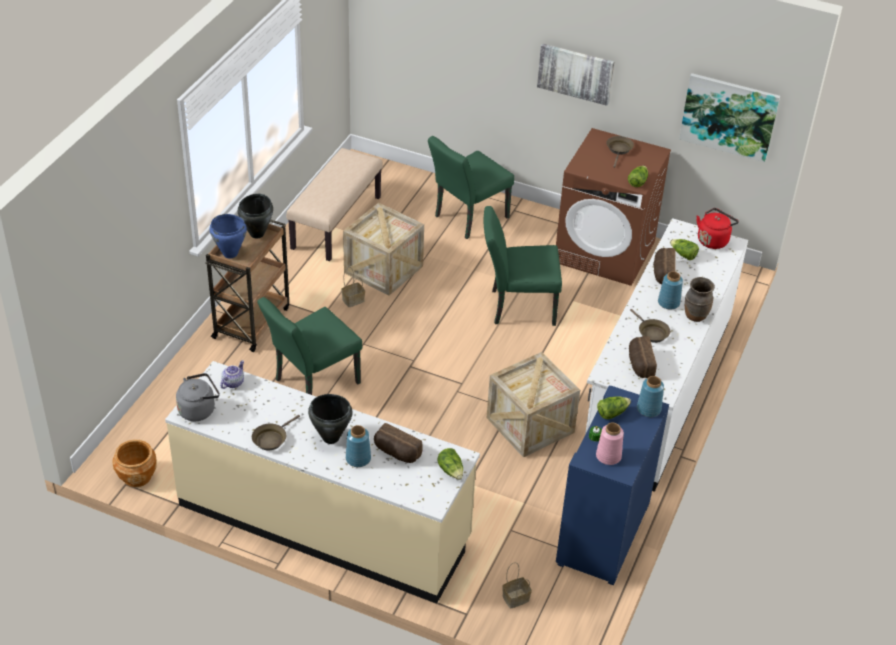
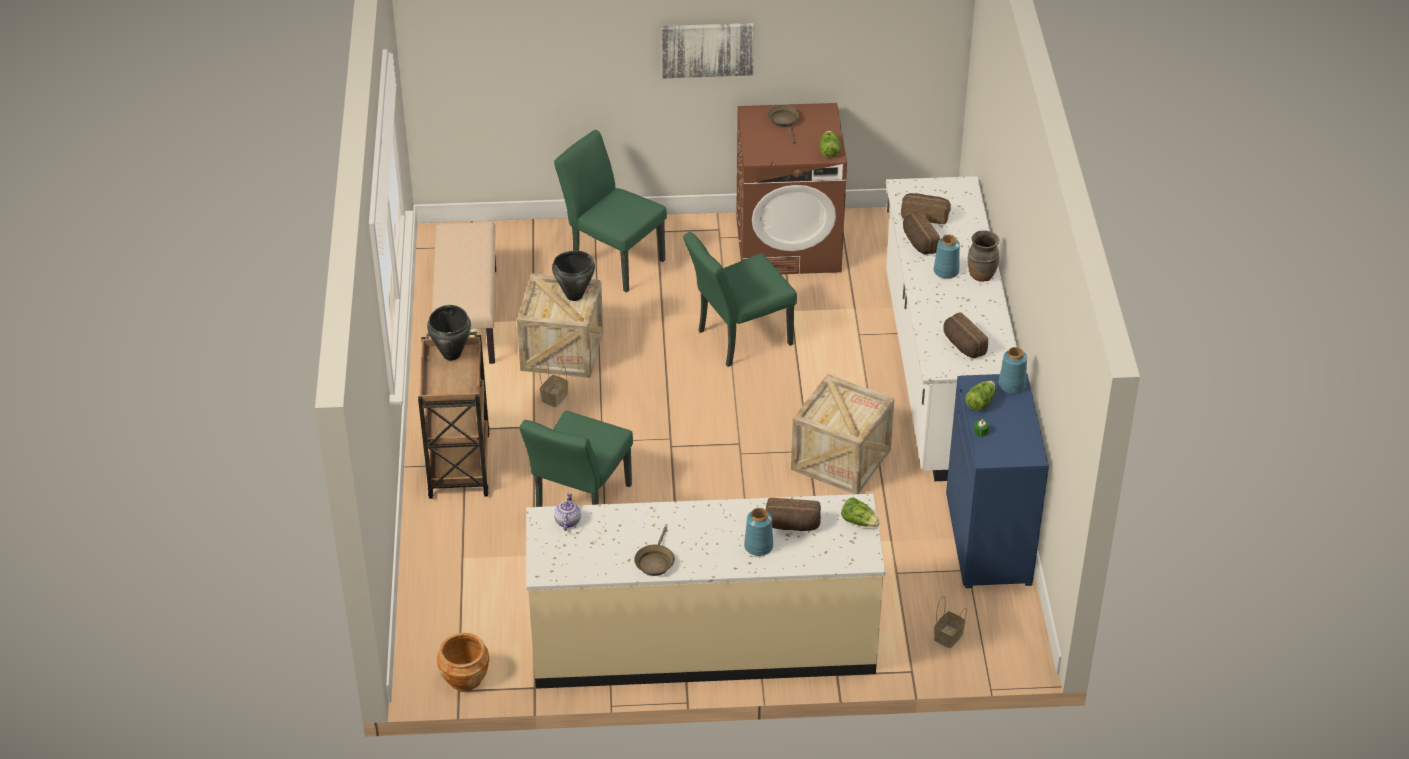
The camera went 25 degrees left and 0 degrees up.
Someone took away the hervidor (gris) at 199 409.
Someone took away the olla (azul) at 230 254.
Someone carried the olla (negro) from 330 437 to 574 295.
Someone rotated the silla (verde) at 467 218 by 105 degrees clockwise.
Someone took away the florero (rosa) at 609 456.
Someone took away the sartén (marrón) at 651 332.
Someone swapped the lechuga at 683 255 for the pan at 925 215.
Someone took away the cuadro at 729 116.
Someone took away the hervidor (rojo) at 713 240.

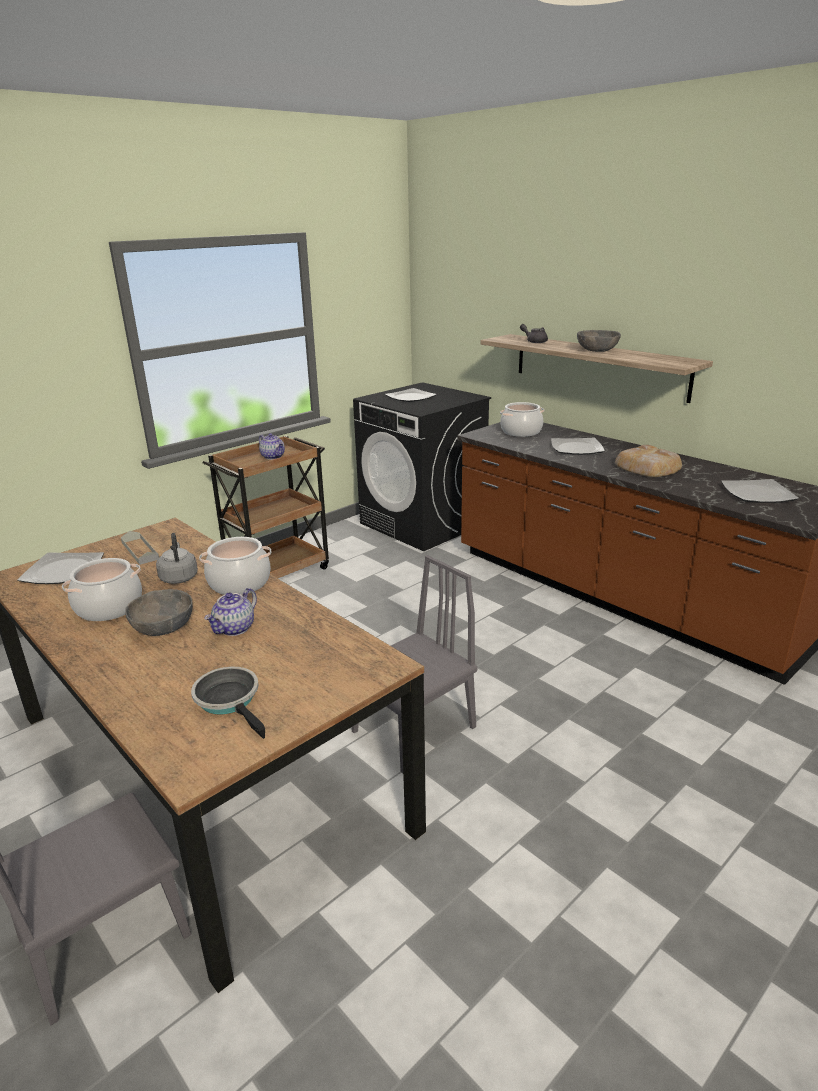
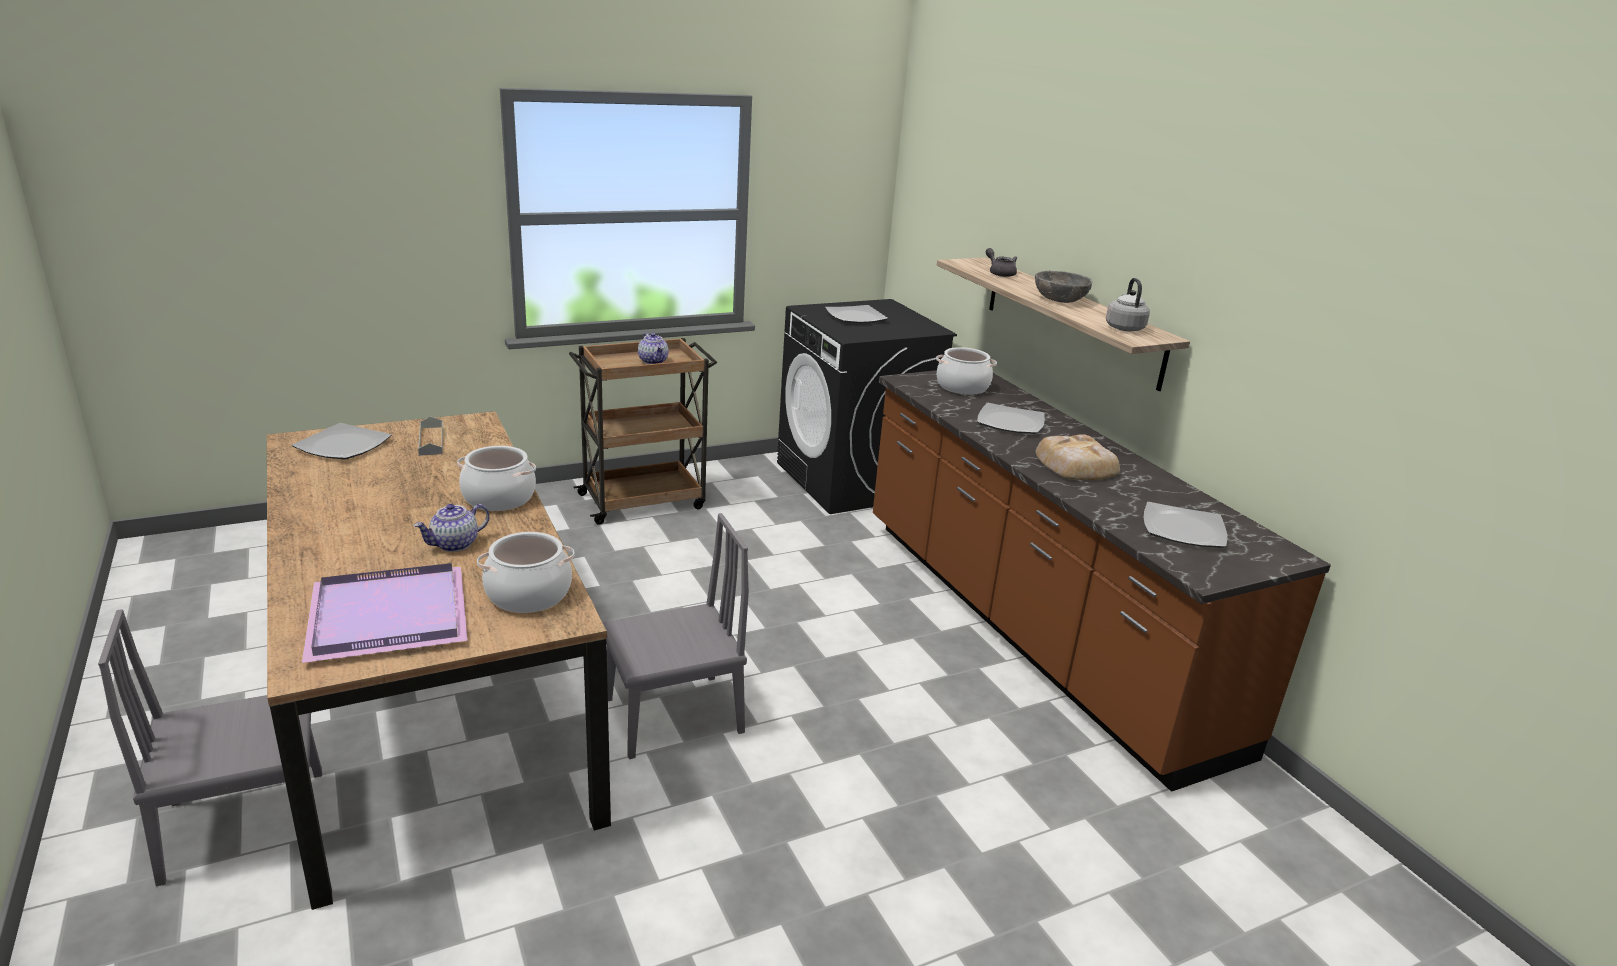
The camera went 15 degrees right and 0 degrees up.
Someone carried the olla from 108 607 to 528 595.
Someone took away the cuenco (gris) at 163 627.
Someone carried the hervidor (gris) from 179 577 to 1124 327.
Someone swapped the sartén at 230 700 for the bandeja (morado) at 391 614.

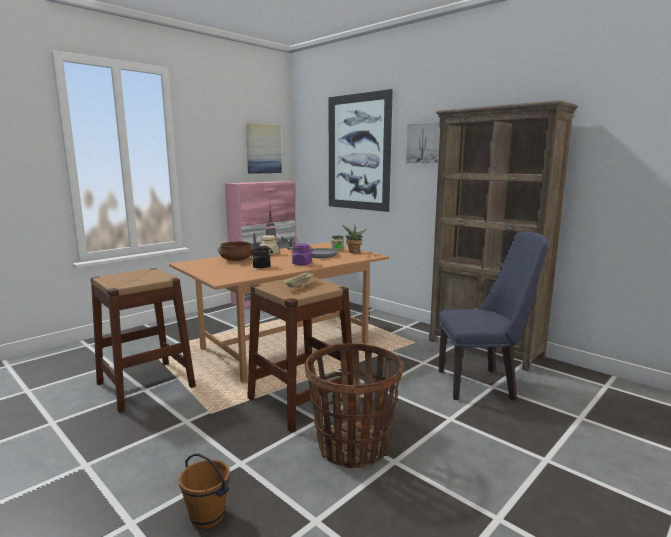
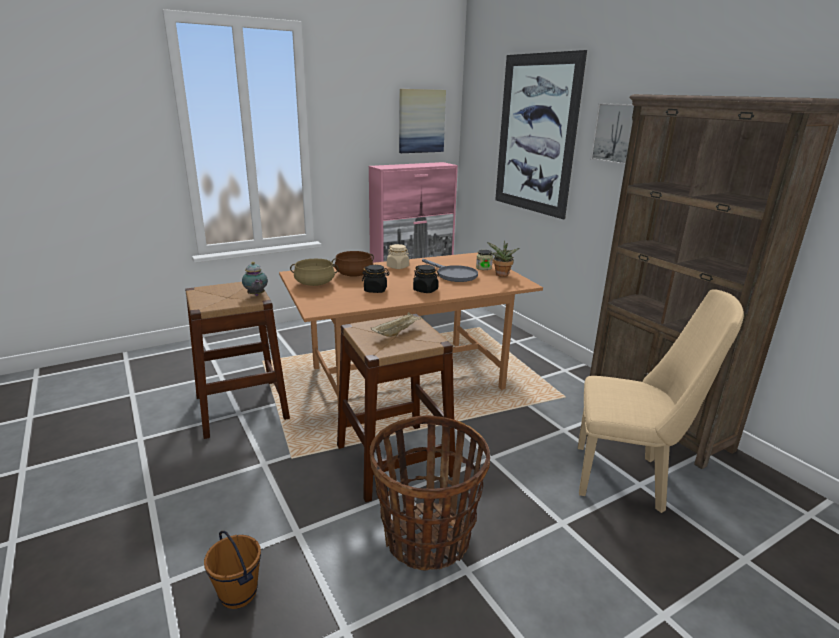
The camera went 15 degrees right and 10 degrees up.
Someone repainted the tarro (morado) at 302 264, which became the tarro (negro) at 425 290.
Someone repainted the silla (azul) at 482 384, which became the silla (beis) at 628 478.
Someone put down the tetera at 256 295.
Someone put down the olla (beis) at 315 283.

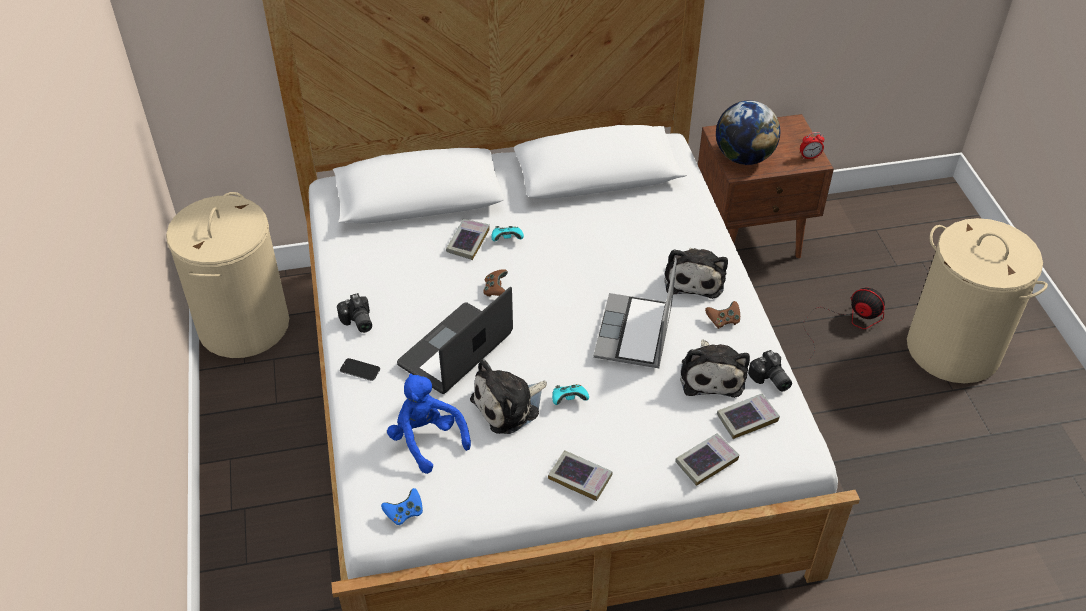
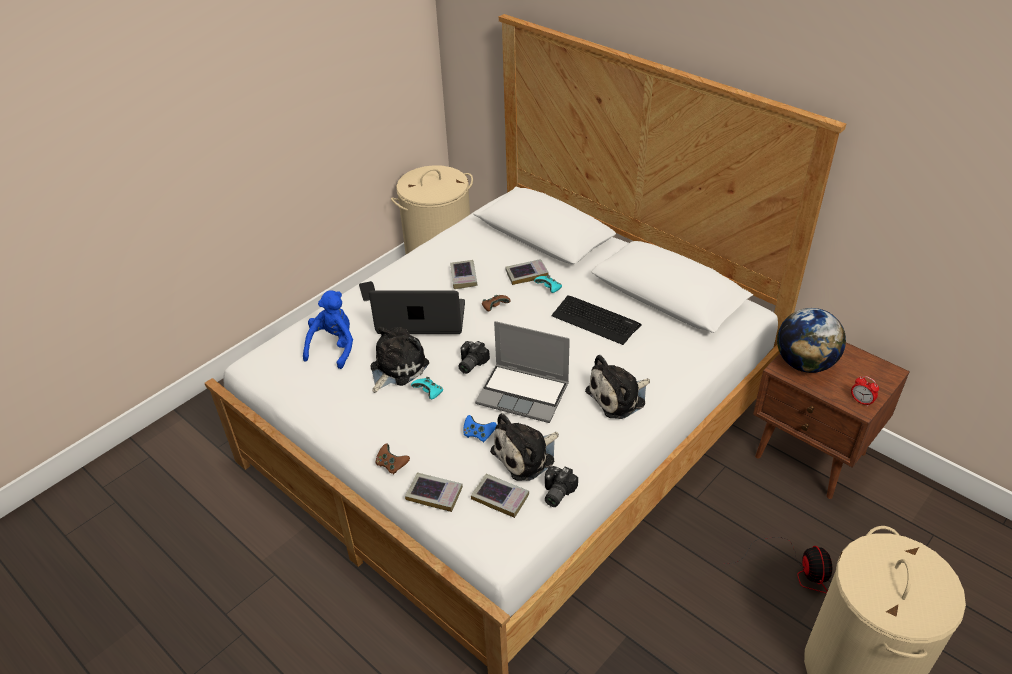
The camera went 55 degrees right and 5 degrees down.
Someone carried the cámara from 357 322 to 470 363.
Someone carried the mando de consola (azul) from 404 513 to 478 434.
Someone rotated the peluche at 509 405 by 105 degrees clockwise.
Someone carried the libro from 580 478 to 463 277.
Someone rotated the portátil at 635 334 by 135 degrees counterclockwise.
Someone carried the mando de consola (marrón) from 723 321 to 392 465.
Someone put down the teclado at 595 320.

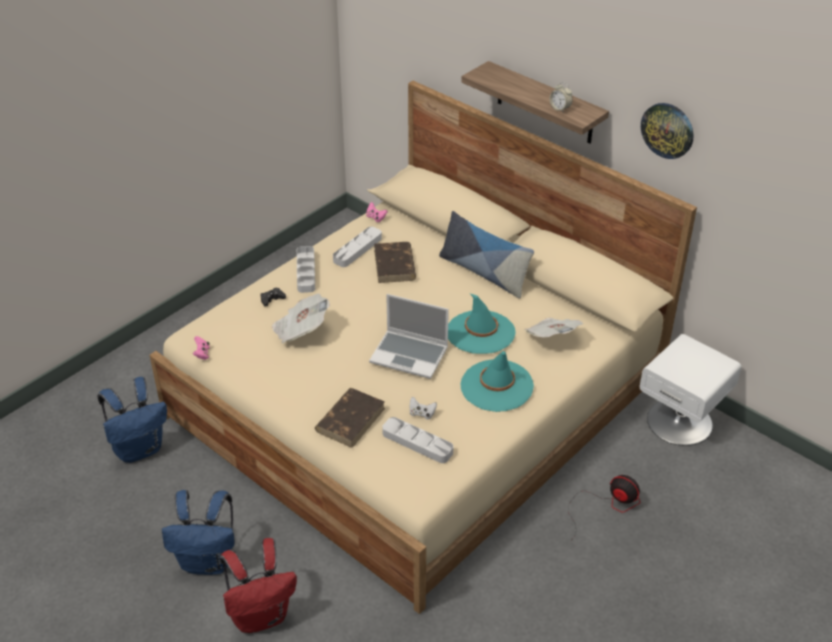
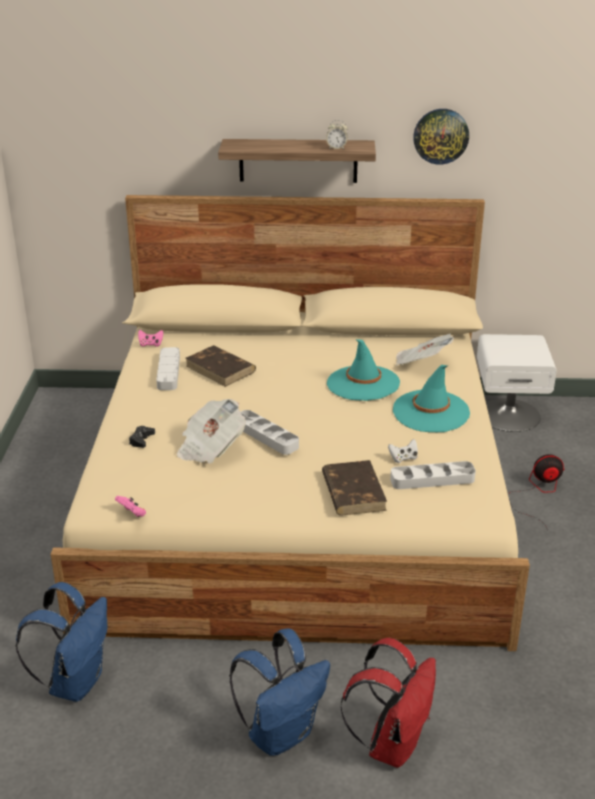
The camera went 40 degrees left and 10 degrees down.
Someone carried the bandeja (gris) from 306 272 to 266 436.
Someone took away the portátil at 410 355.
Someone took away the cojín at 484 273.

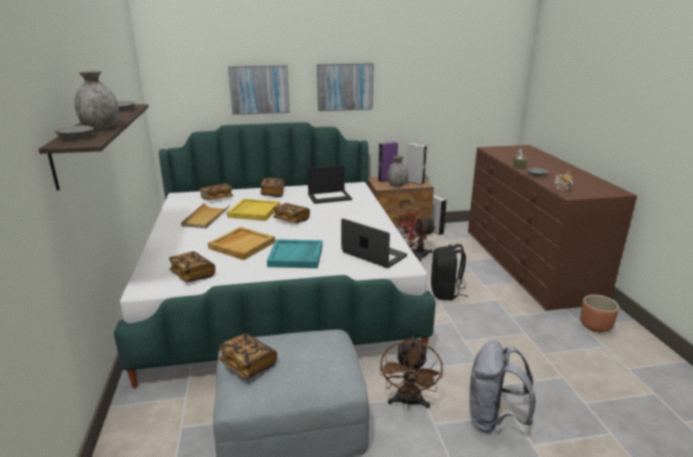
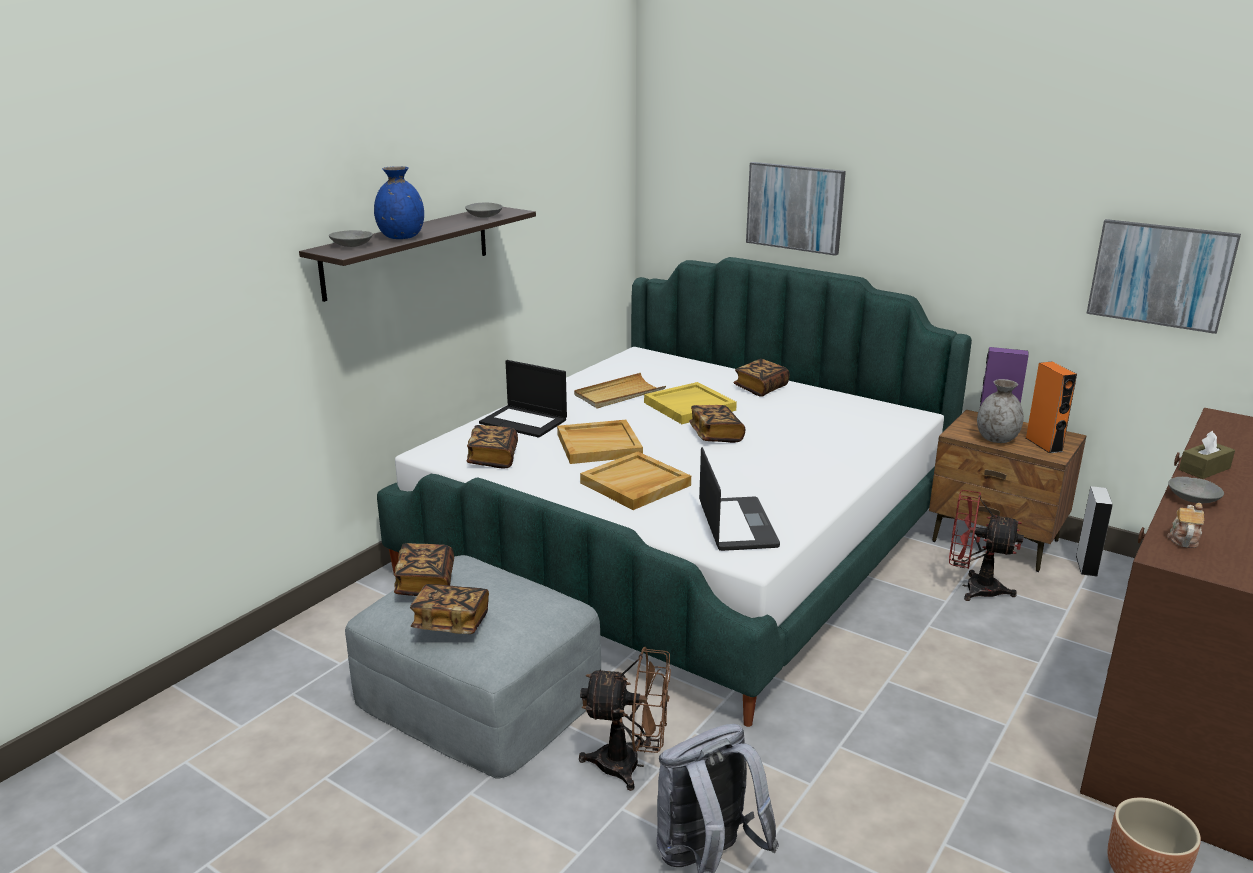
The camera went 45 degrees right and 0 degrees up.
Someone repainted the florero (gris) at 100 128, which became the florero (azul) at 401 237.
Someone carried the libro from 217 198 to 451 623.
Someone repainted the bandeja (turquesa) at 296 256, which became the bandeja (beis) at 635 484.
Someone carried the portátil from 330 197 to 525 421.
Someone carried the cuadro from 345 87 to 1160 274.
Someone rotated the ventilador (marrón) at 408 402 by 135 degrees counterclockwise.
Someone repainted the altavoz (gris) at 414 182, which became the altavoz (naranja) at 1043 444.
Someone took away the mochila (negro) at 445 292.

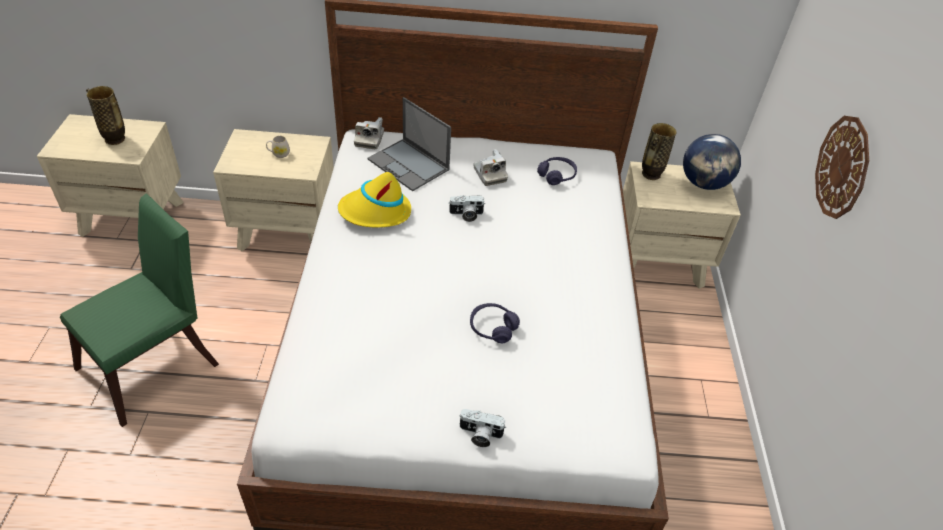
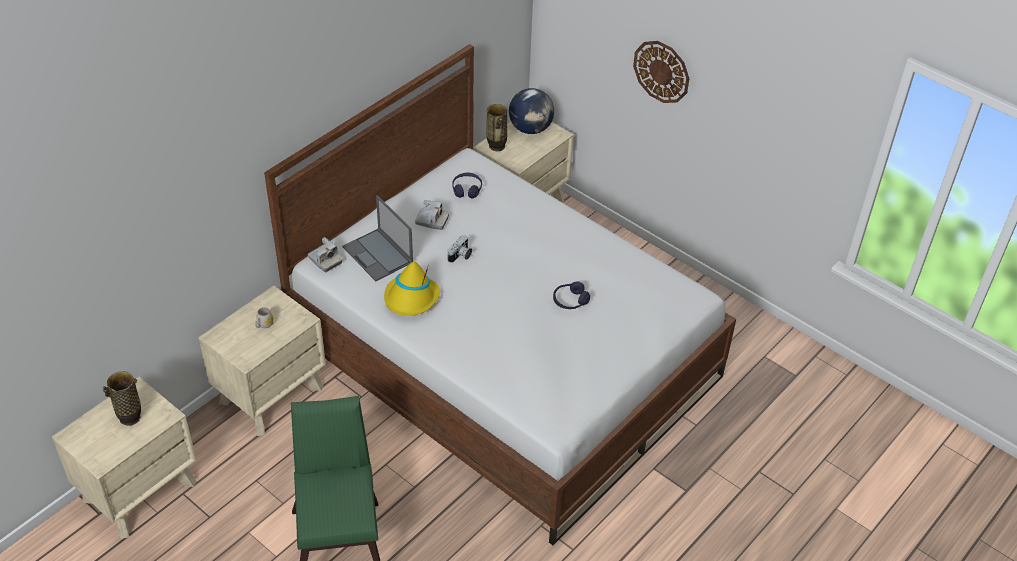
The camera went 50 degrees left and 0 degrees up.
Someone rotated the portátil at 409 165 by 60 degrees clockwise.
Someone took away the cámara at 479 435.

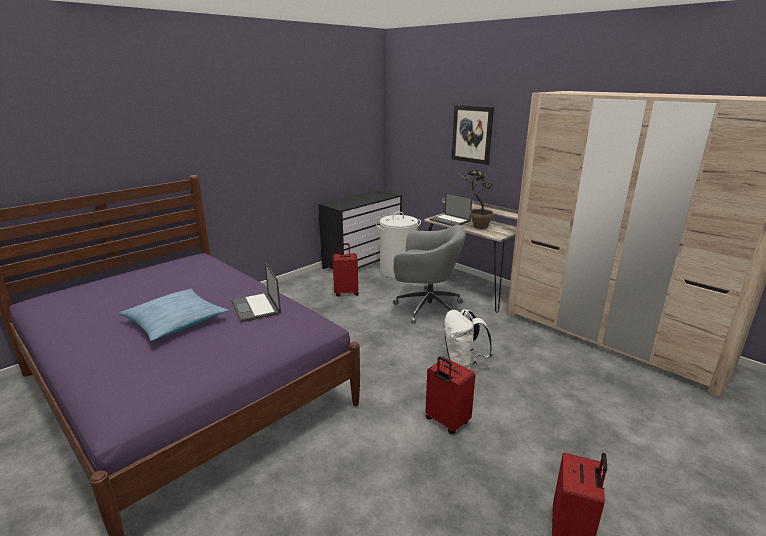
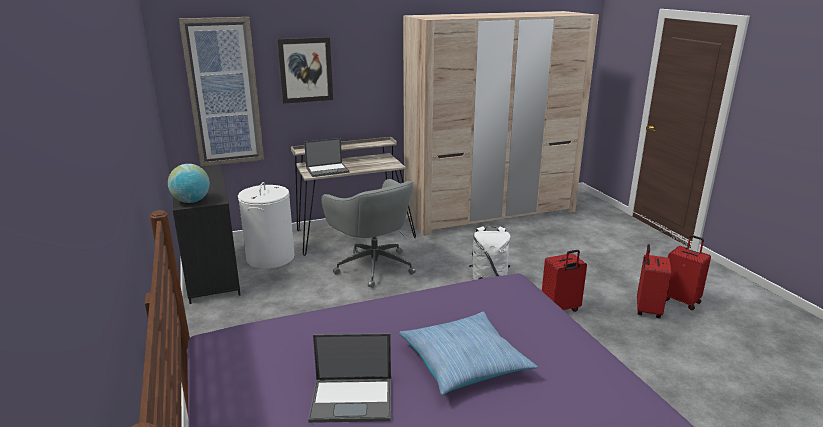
The camera went 65 degrees left and 0 degrees up.
Someone carried the portátil from 256 307 to 353 399.
Someone carried the maleta (rojo) from 346 292 to 647 310.
Someone rotated the silla de oficina (gris) at 426 308 by 105 degrees clockwise.
Someone took away the planta en maceta at 476 227.
Someone put down the globo terráqueo at 191 201.
Someone put up the cuadro at 224 93.

